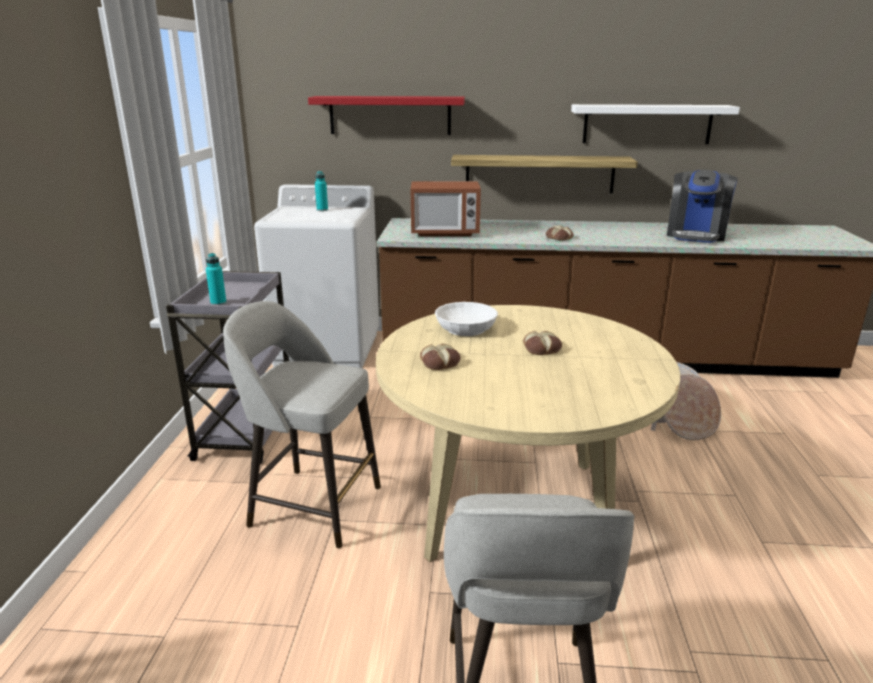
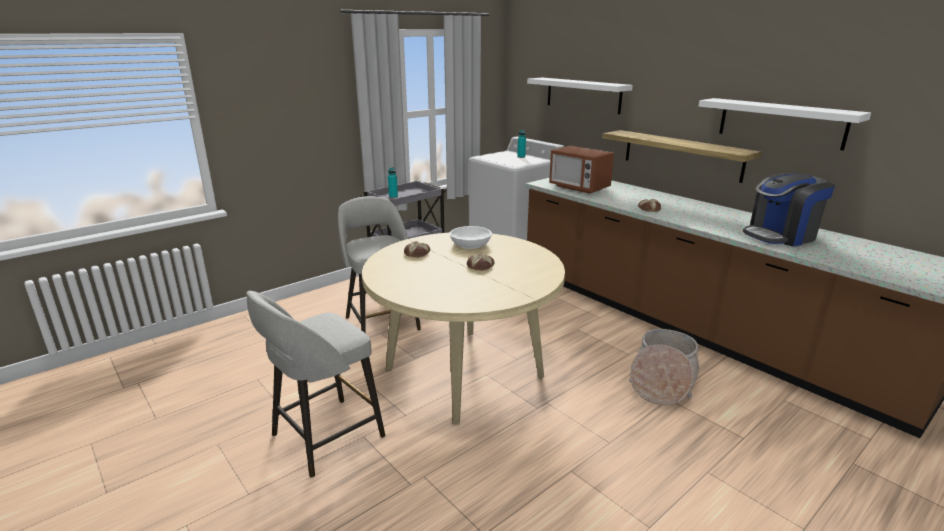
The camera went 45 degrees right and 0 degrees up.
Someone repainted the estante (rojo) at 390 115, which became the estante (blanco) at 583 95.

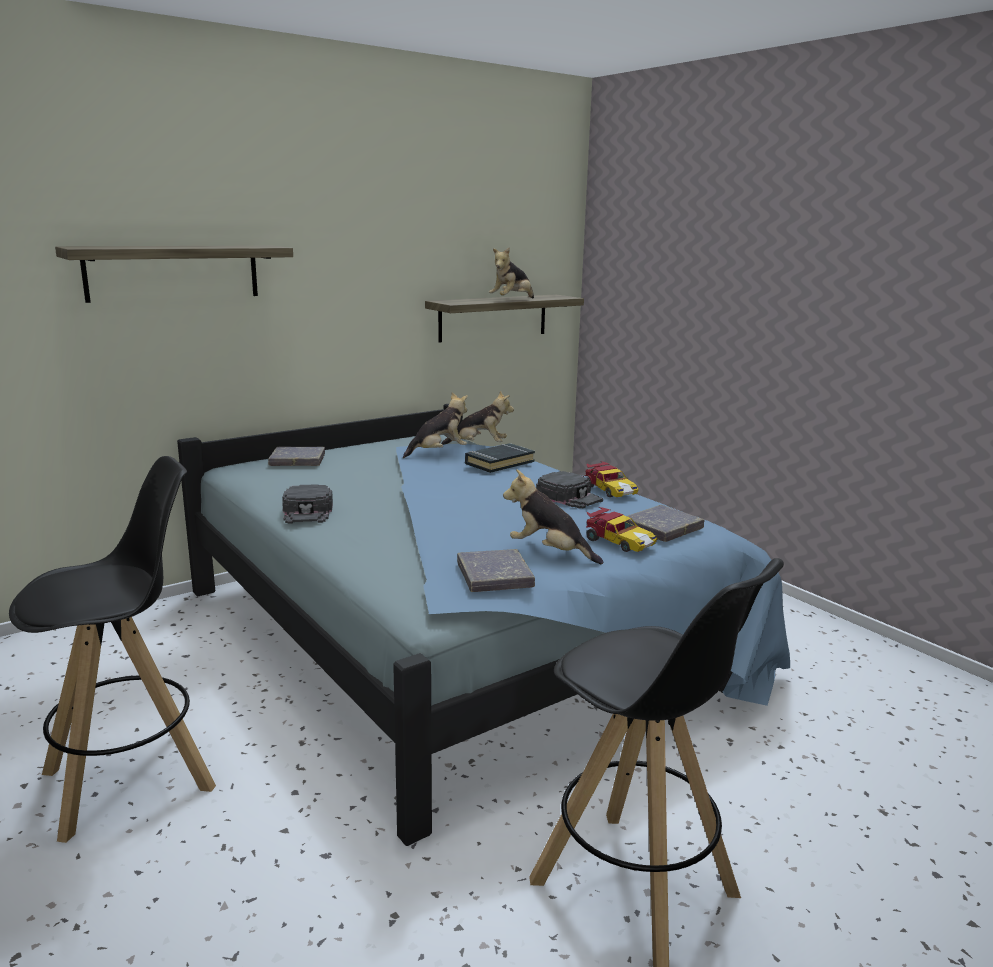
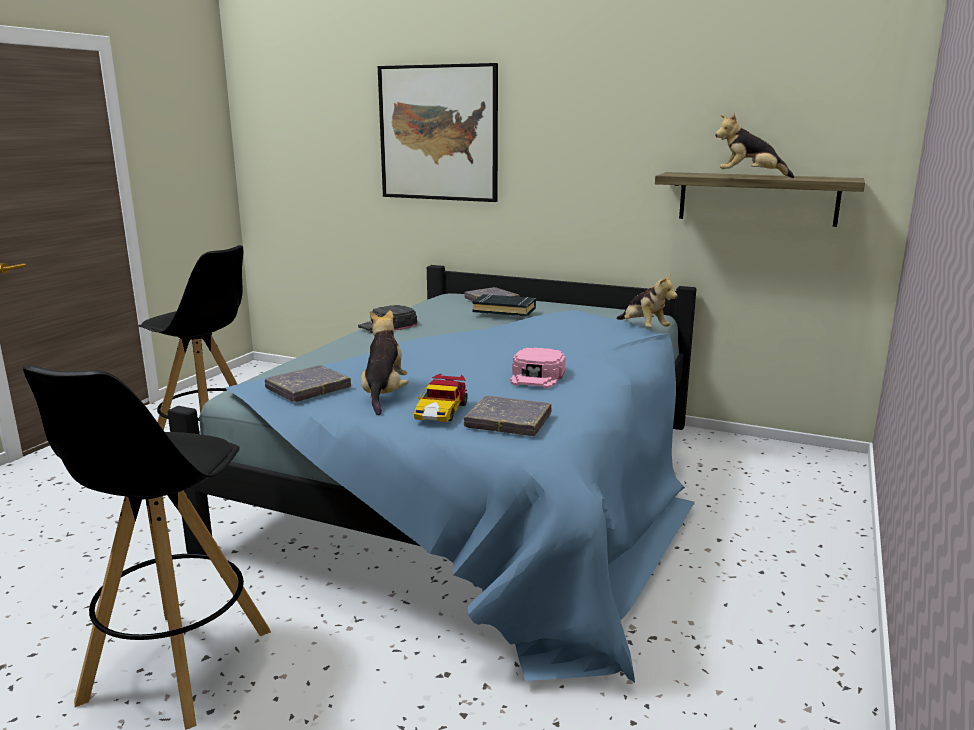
The camera went 60 degrees right and 0 degrees up.
Someone swapped the estante at 173 272 for the cuadro at 438 133.
Someone took away the peluche at 438 452.
Someone carried the libro (negro) from 499 462 to 504 310.
Someone repainted the gorra (negro) at 569 497, which became the gorra (rosa) at 537 376.
Someone took away the coche de juguete at 609 490.

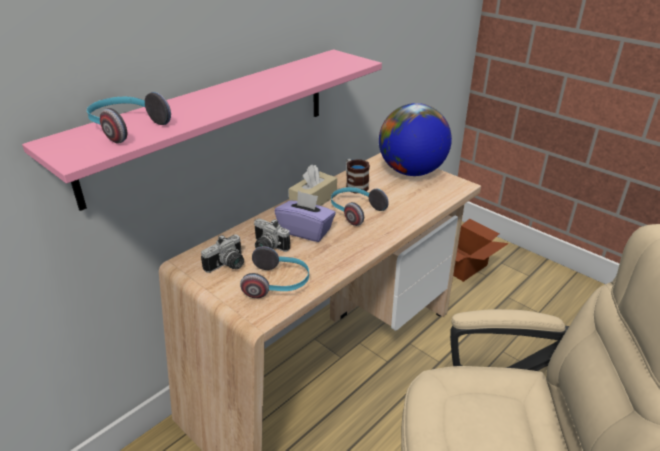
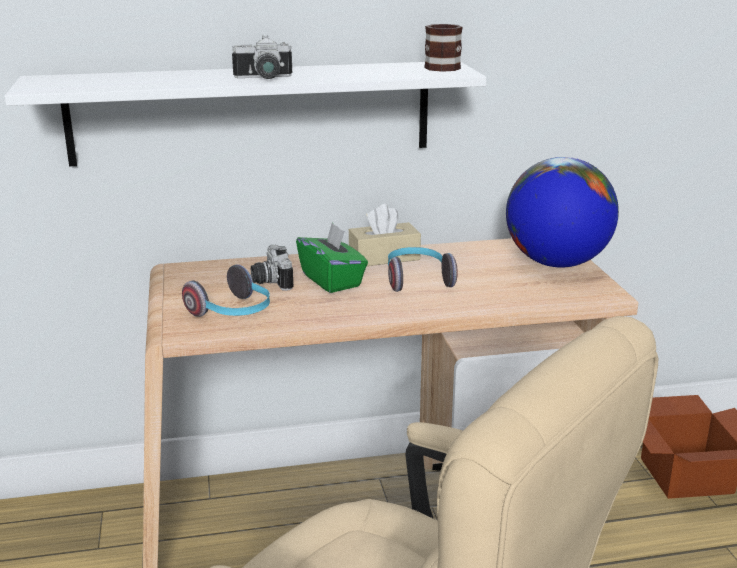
The camera went 35 degrees right and 10 degrees down.
Someone repainted the estante (rosa) at 212 122, which became the estante (blanco) at 251 112.
Someone took away the auriculares at 126 128.
Someone carried the cámara from 228 266 to 264 78.
Someone repainted the caja de pañuelos (morado) at 306 231, which became the caja de pañuelos (verde) at 332 280.
Someone carried the taza grande from 354 185 to 443 66.

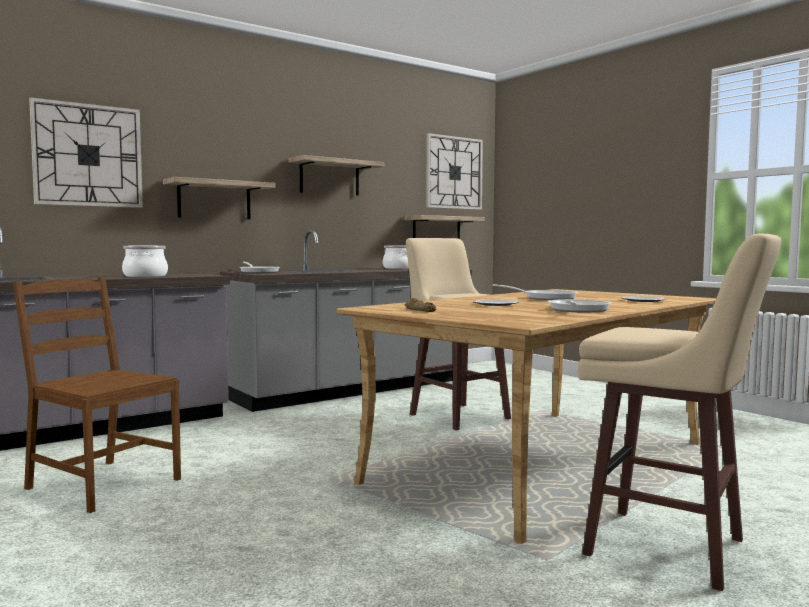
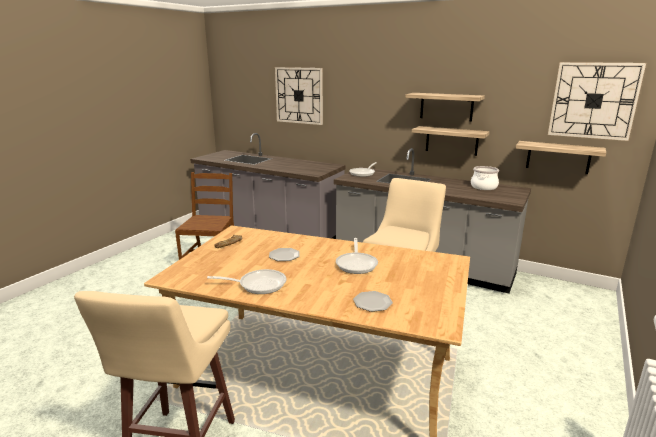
The camera went 65 degrees right and 15 degrees up.
Someone took away the olla at 145 276.
Someone carried the estante from 214 200 to 451 140.

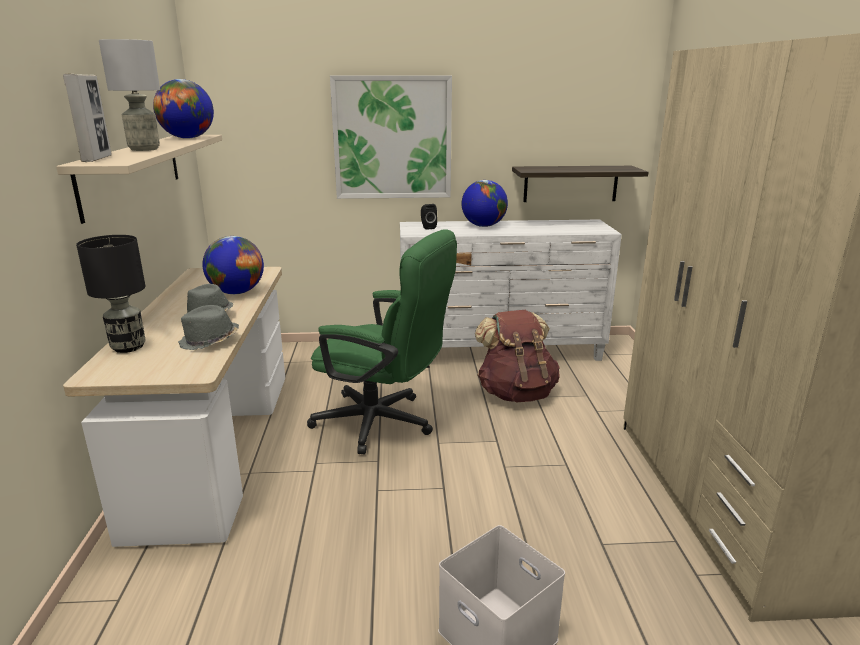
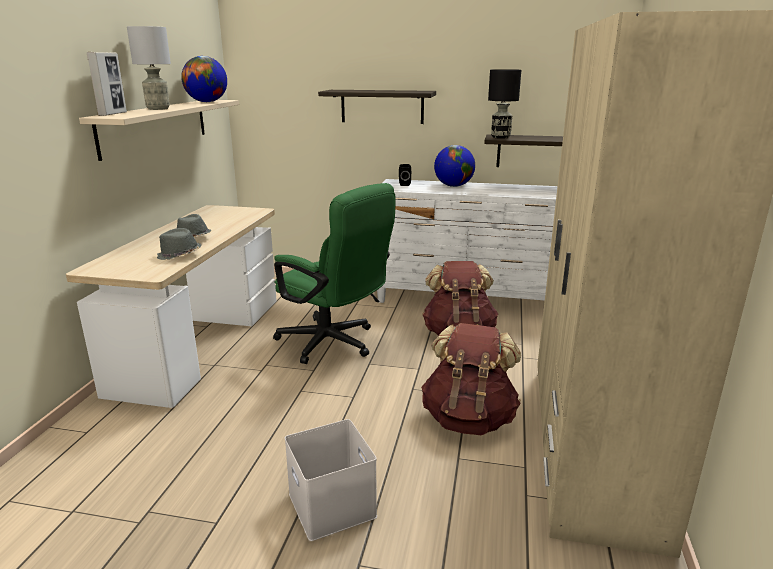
The camera went 15 degrees right and 0 degrees up.
Someone carried the lámpara de mesa (negro) from 129 347 to 501 137.
Someone took away the globo terráqueo at 237 292.
Someone swapped the cuadro at 392 138 for the estante at 382 106.
Someone put down the mochila (marrón) at 469 419.

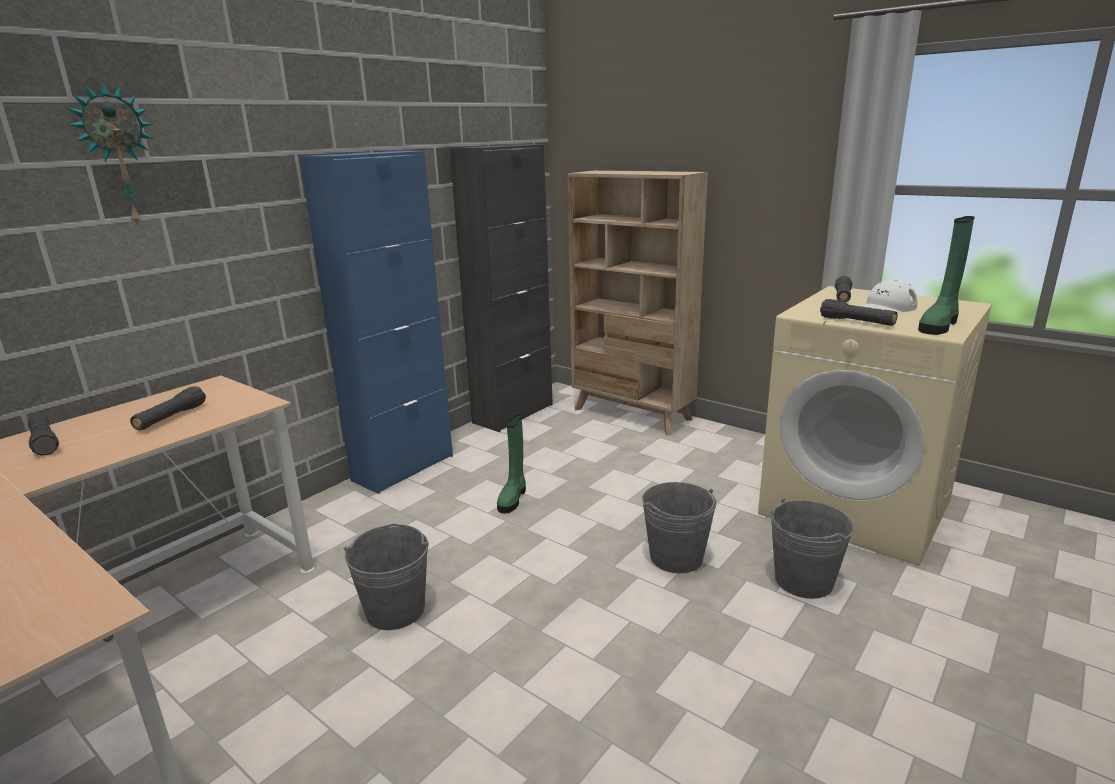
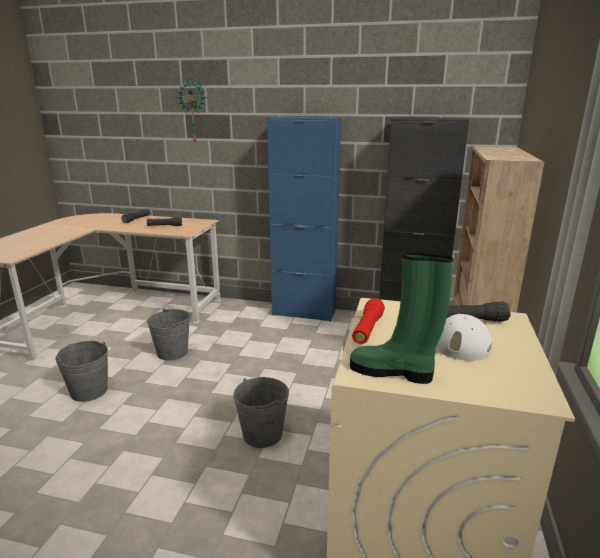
The camera went 65 degrees right and 0 degrees up.
Someone took away the bota (verde) at 513 498.
Someone carried the cubo (gris) from 803 580 to 89 391.
Someone repainted the linterna (negro) at 856 322, which became the linterna (rojo) at 367 329.

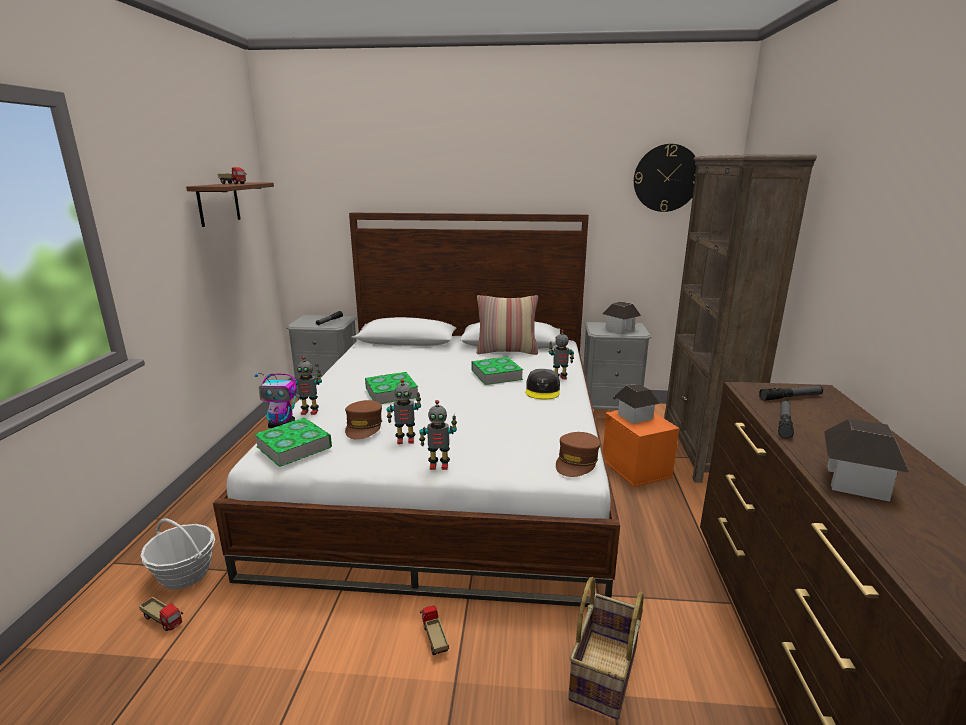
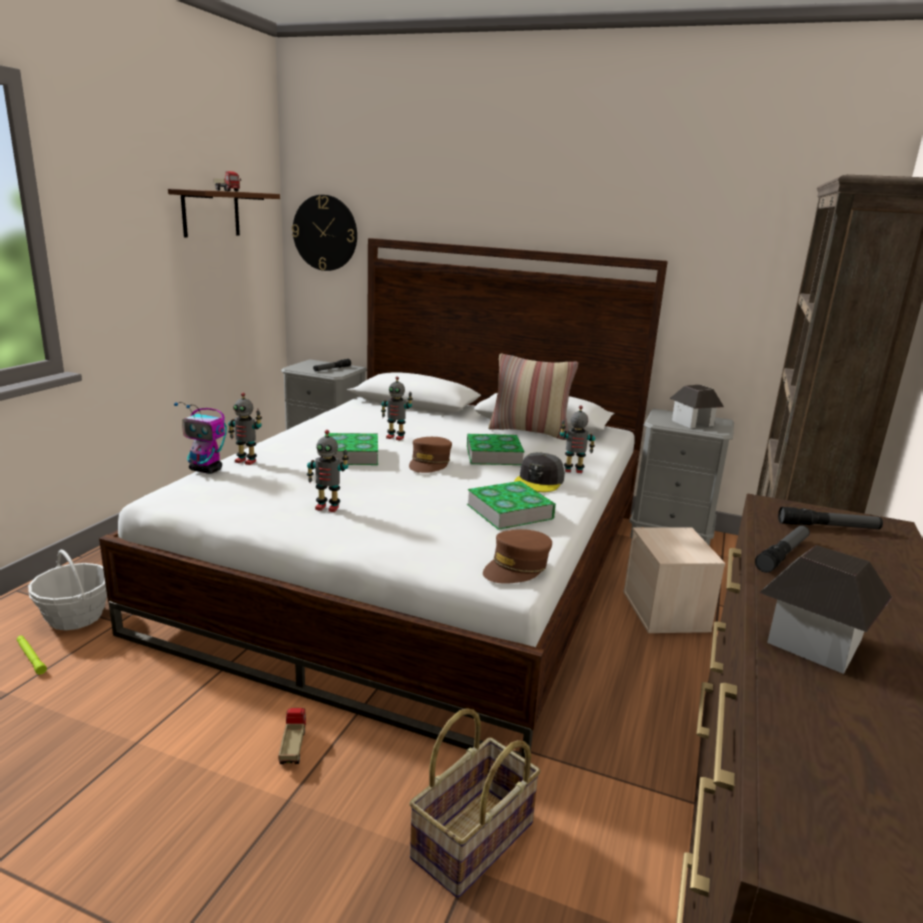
The camera went 15 degrees right and 0 degrees up.
Someone swapped the camión de juguete at 163 620 for the linterna (verde) at 30 657.
Someone carried the libro from 294 447 to 509 511.
Someone carried the gorra (marrón) from 364 427 to 429 463.
Someone carried the robot de juguete from 439 465 to 395 437.
Someone repainted the caja de almacenaje (naranja) at 637 468, which became the caja de almacenaje (beis) at 666 611.
Someone took away the casita at 635 416.
Someone carried the reloj de pared from 666 178 to 325 233.

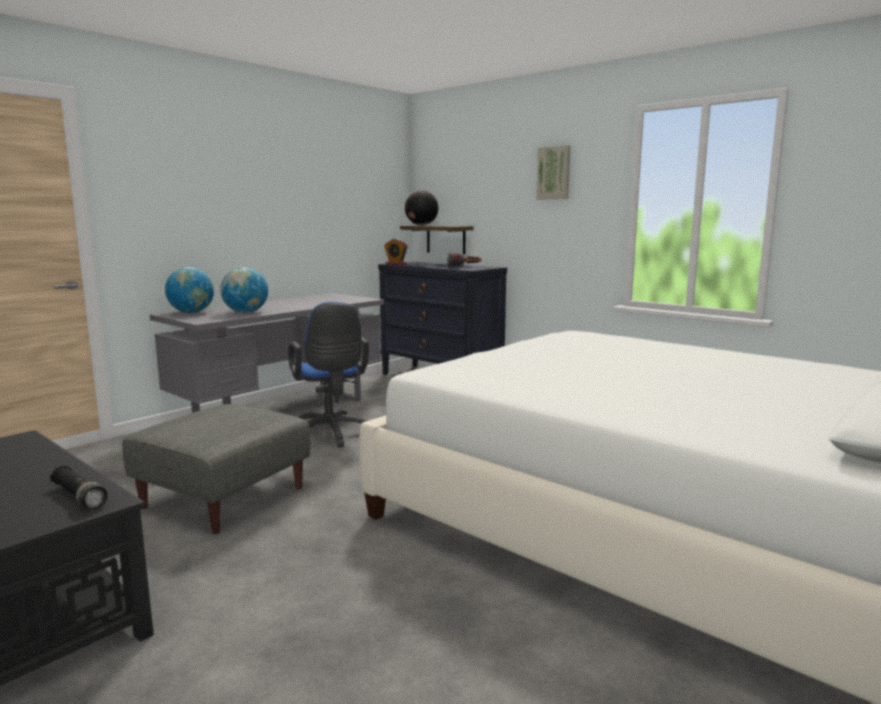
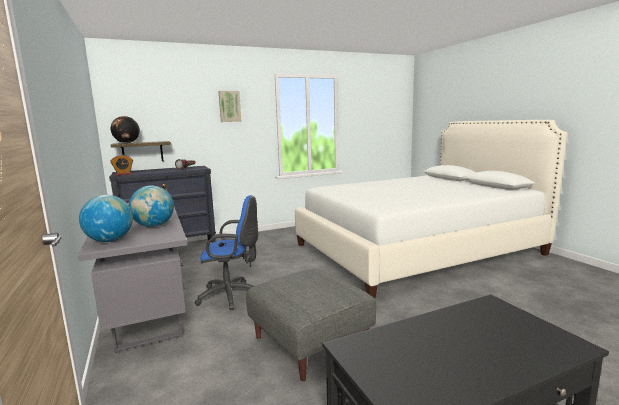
The camera went 65 degrees left and 0 degrees up.
Someone took away the linterna (negro) at 79 497.

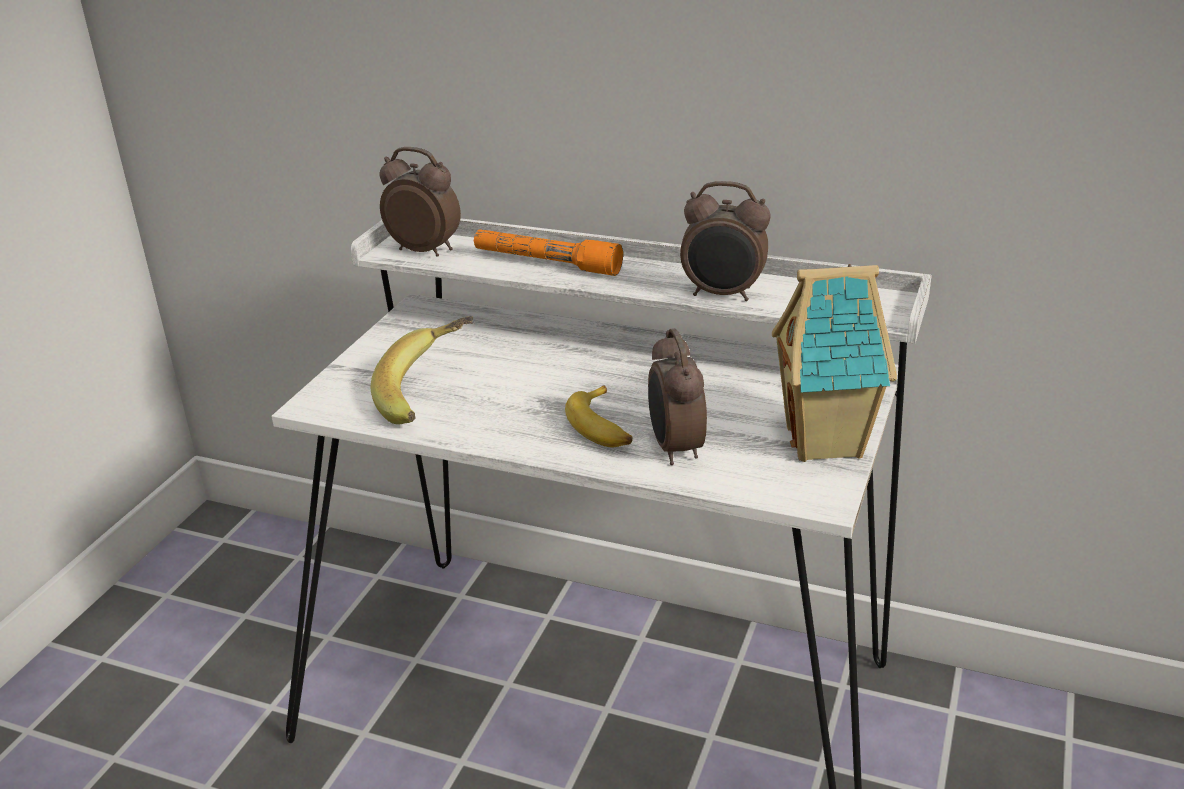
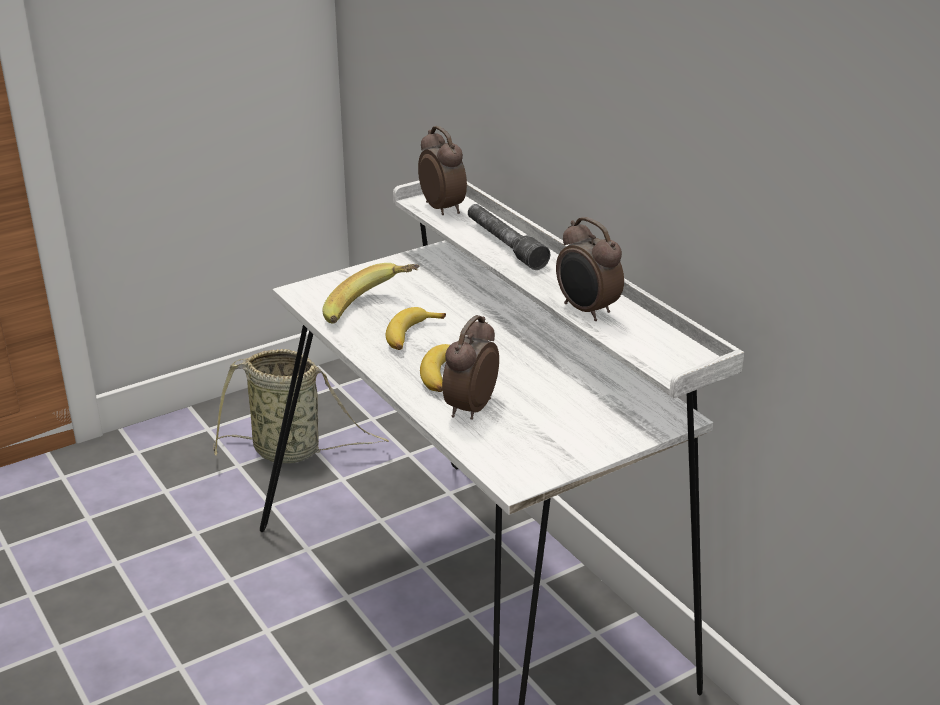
The camera went 35 degrees right and 0 degrees up.
Someone repainted the linterna (naranja) at 546 263, which became the linterna (gris) at 505 244.
Someone took away the casita at 827 443.
Someone put down the cesta at 292 451.
Someone put down the plátano at 411 336.

